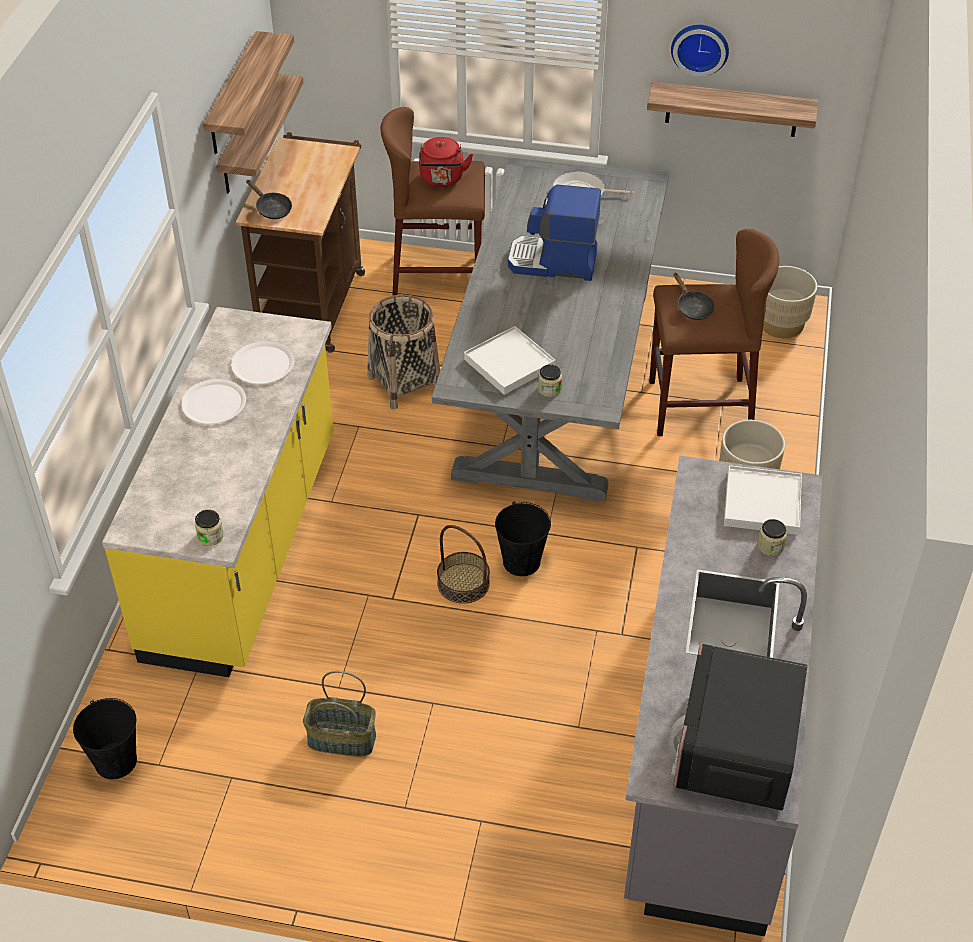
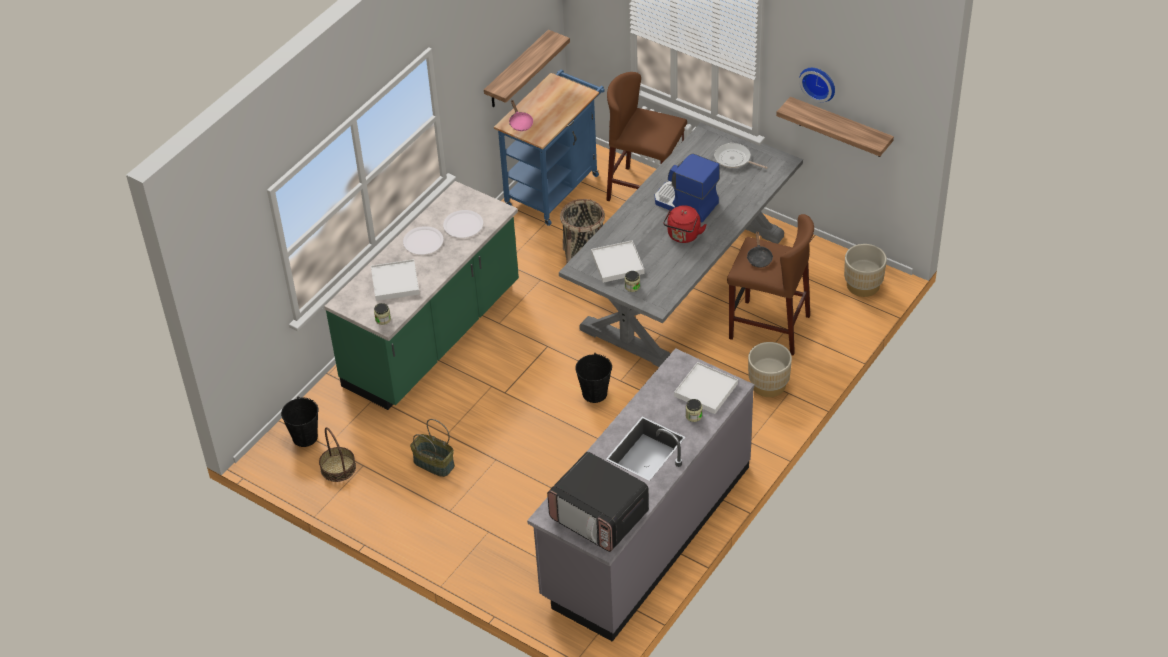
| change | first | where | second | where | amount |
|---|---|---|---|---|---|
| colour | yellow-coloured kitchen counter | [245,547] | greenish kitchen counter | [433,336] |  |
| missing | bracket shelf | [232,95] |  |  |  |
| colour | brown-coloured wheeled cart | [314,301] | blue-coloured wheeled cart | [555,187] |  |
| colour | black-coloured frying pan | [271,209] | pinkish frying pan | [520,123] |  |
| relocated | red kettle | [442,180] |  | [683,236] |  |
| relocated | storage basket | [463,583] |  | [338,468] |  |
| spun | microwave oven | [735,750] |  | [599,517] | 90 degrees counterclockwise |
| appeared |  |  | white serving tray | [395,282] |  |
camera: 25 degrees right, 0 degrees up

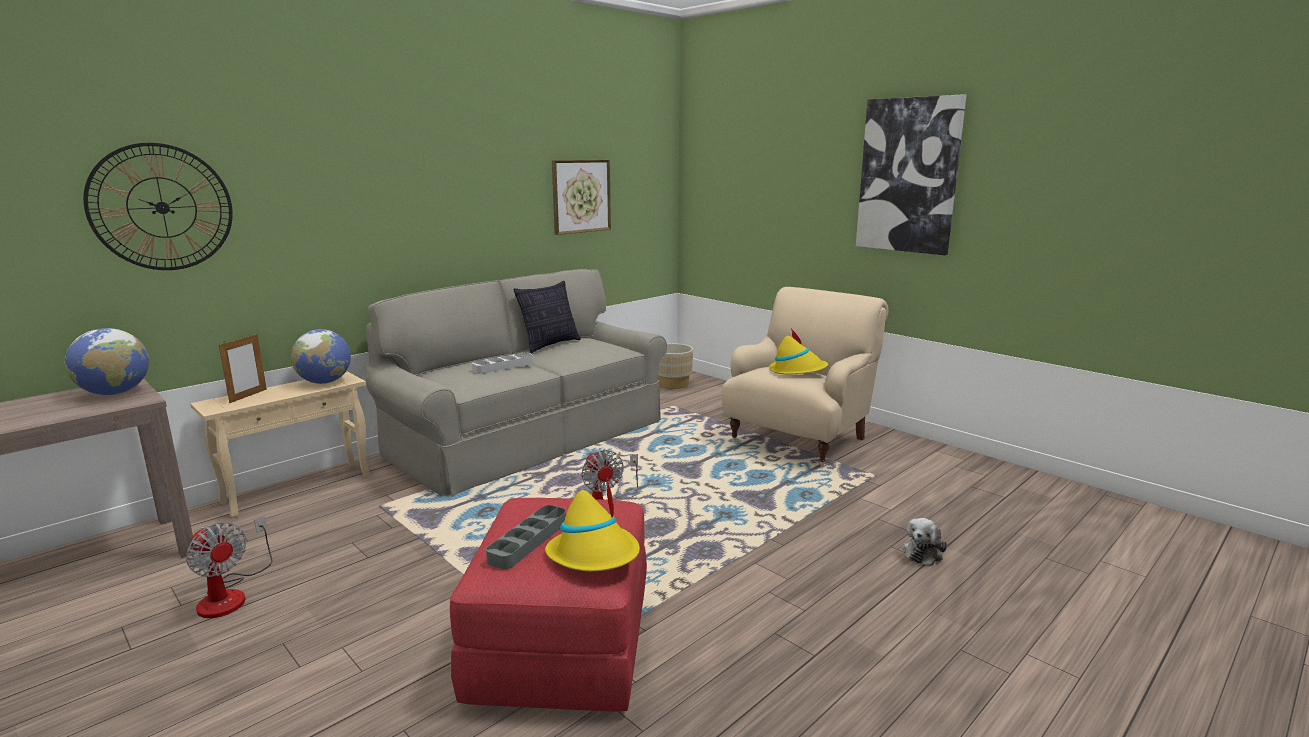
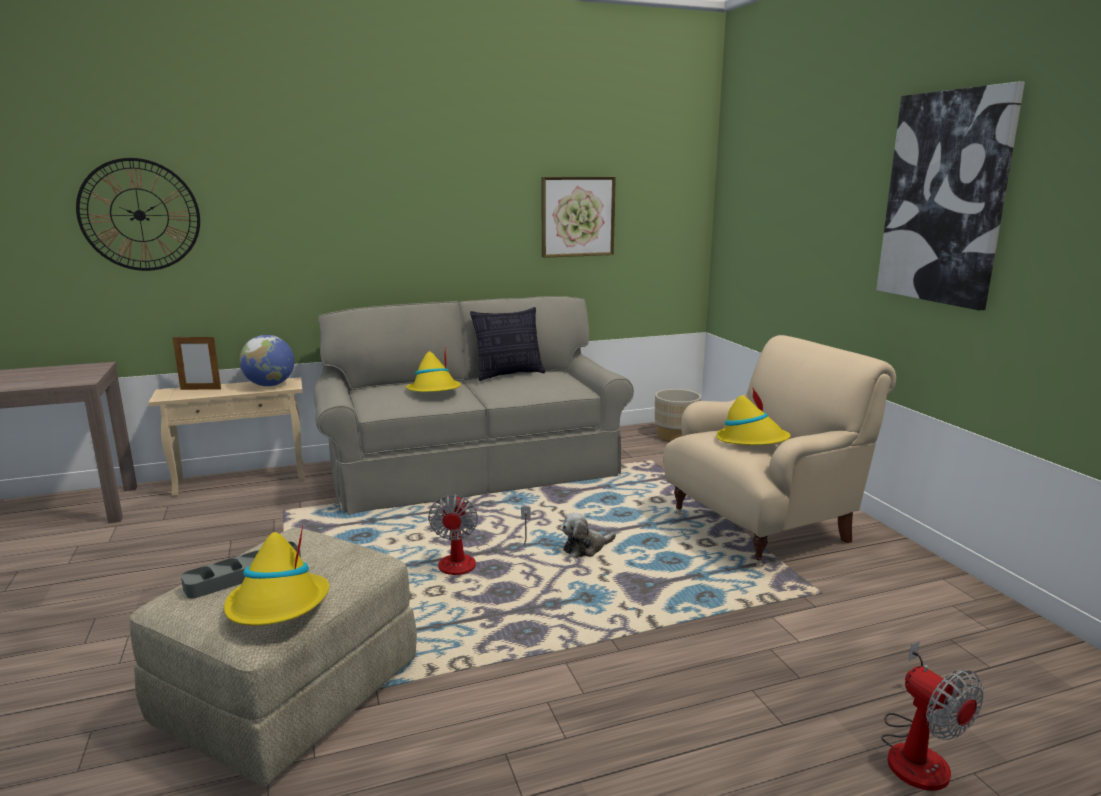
| change | first | where | second | where | amount |
|---|---|---|---|---|---|
| missing | world globe | [115,393] |  |  |  |
| relocated | fan | [230,595] |  | [917,752] |  |
| spun | standing frame | [248,396] |  | [200,389] | 45 degrees clockwise |
| colour | red pouffe | [560,645] | beige pouffe | [289,693] |  |
| exchanged | greyish serving tray | [503,366] | yellow-coloured wearable hat | [434,391] |  |
| relocated | plush toy | [923,552] |  | [585,548] |  |
camera: 25 degrees right, 0 degrees up

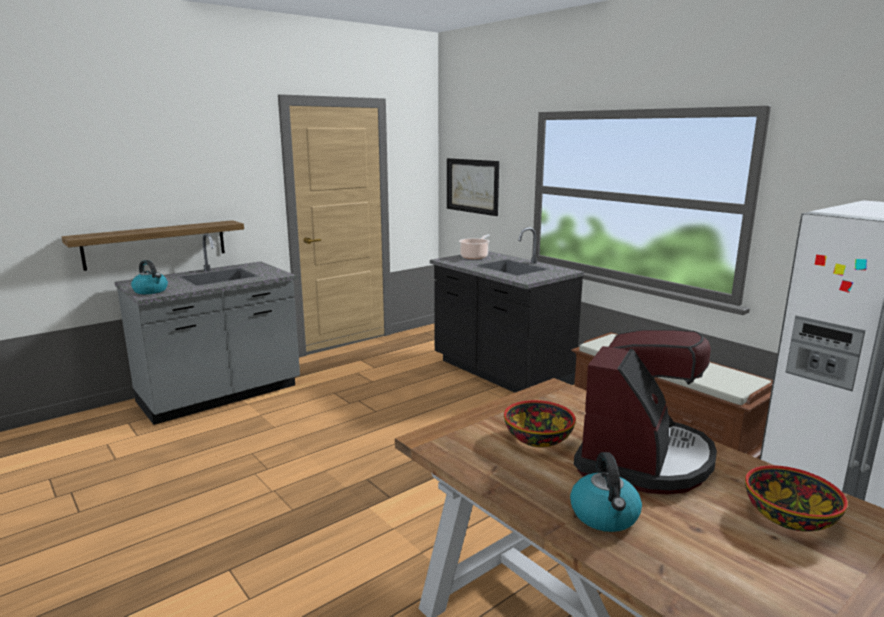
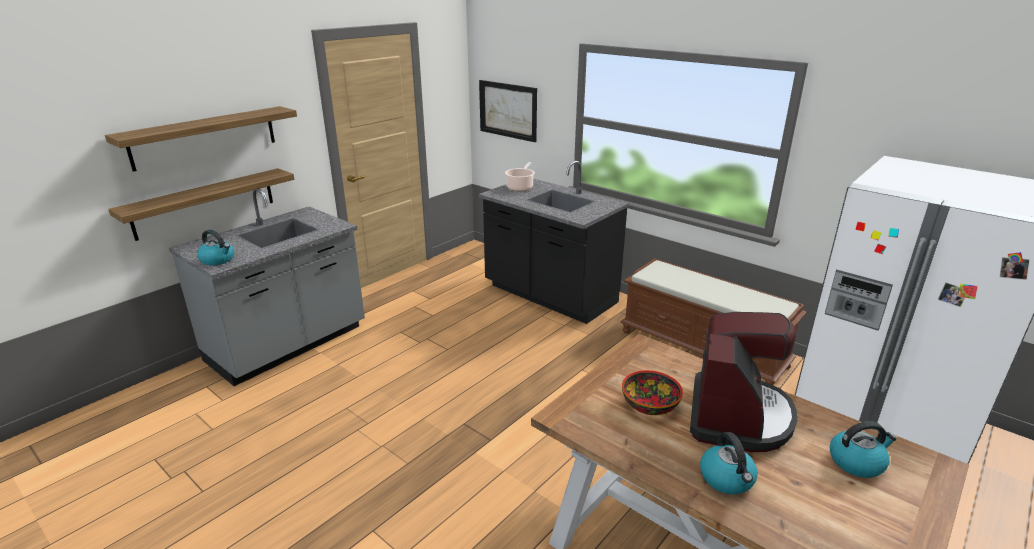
| change | first | where | second | where | amount |
|---|---|---|---|---|---|
| exchanged | bowl | [788,517] | kettle | [856,462] |  |
| appeared |  |  | bracket shelf | [204,137] |  |
camera: 10 degrees left, 10 degrees up

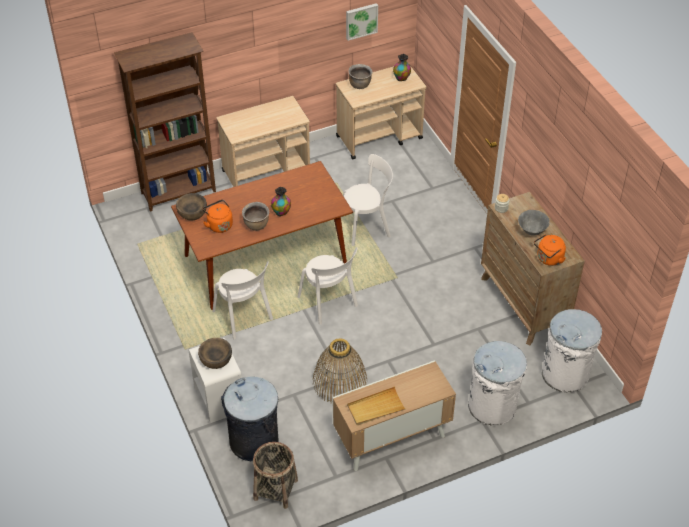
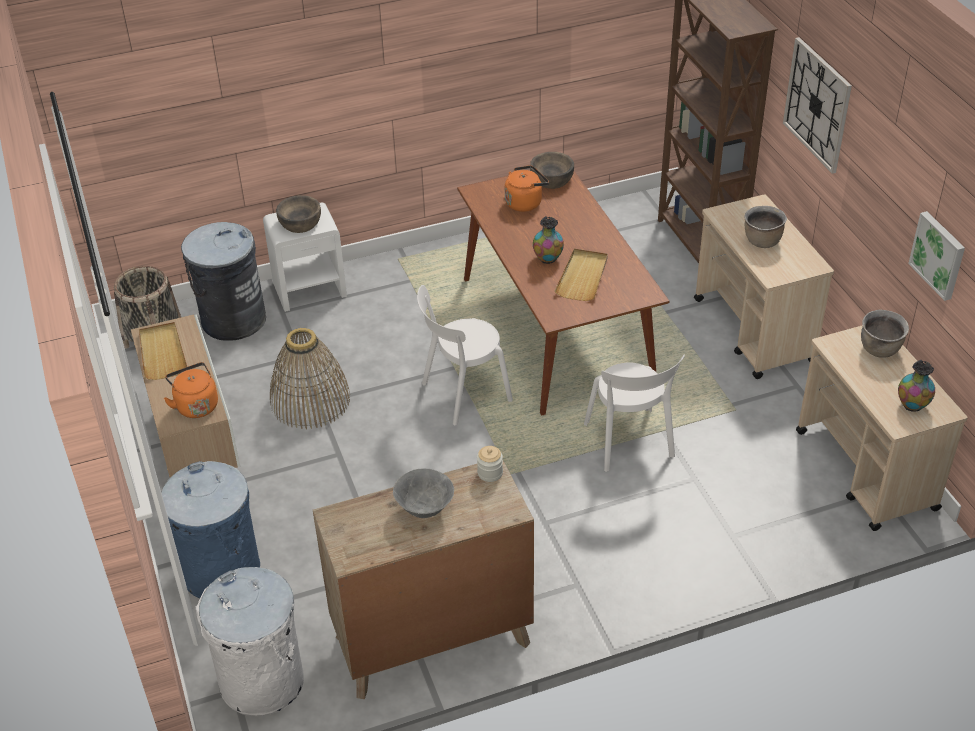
| change | first | where | second | where | amount |
|---|---|---|---|---|---|
| missing | white upright chair | [244,317] |  |  |  |
| relocated | brown-coloured stockpot | [256,225] |  | [762,241] |  |
| colour | white waste bin | [492,406] | blue-coloured waste bin | [221,572] |  |
| relocated | orange-coloured kettle | [548,259] |  | [195,405] |  |
| appeared |  |  | beige serving tray | [582,277] |  |
| appeared |  |  | wall clock | [817,104] |  |
camera: 95 degrees right, 5 degrees down

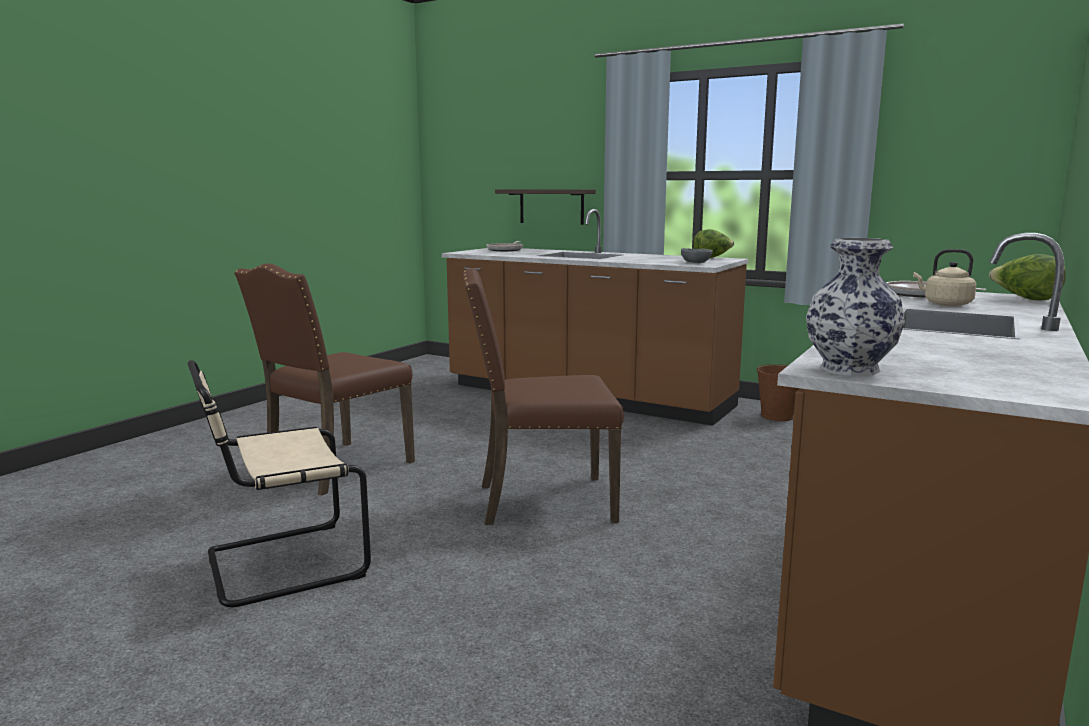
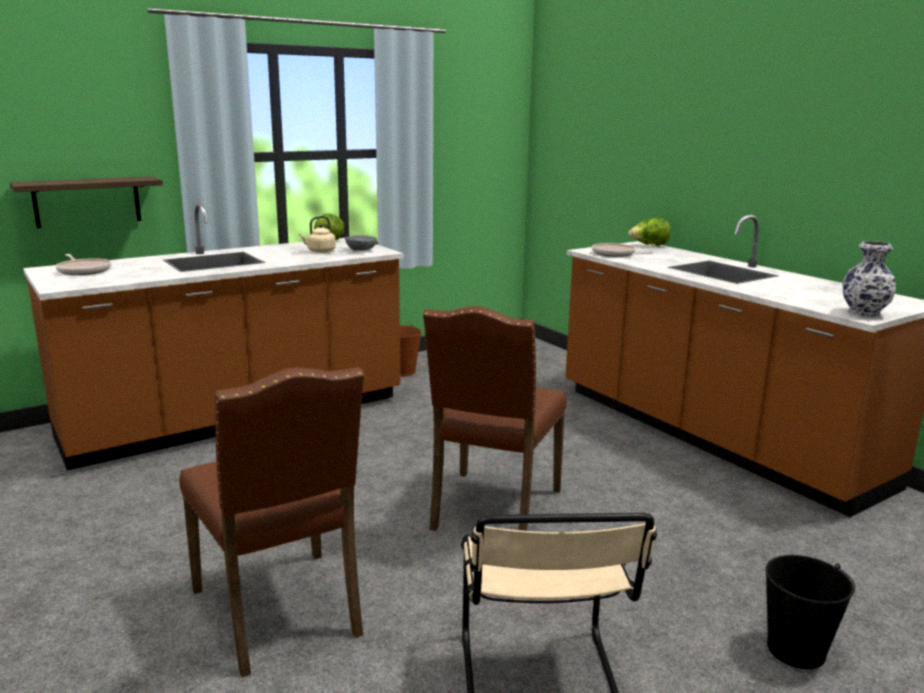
| change | first | where | second | where | amount |
|---|---|---|---|---|---|
| relocated | beige kettle | [945,304] |  | [319,251] |  |
| appeared |  |  | black-coloured water bucket | [795,649] |  |
camera: 65 degrees left, 5 degrees up

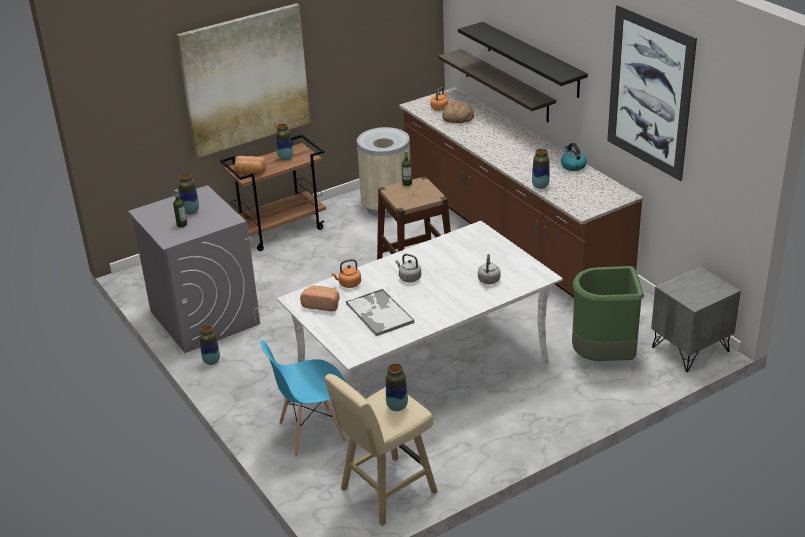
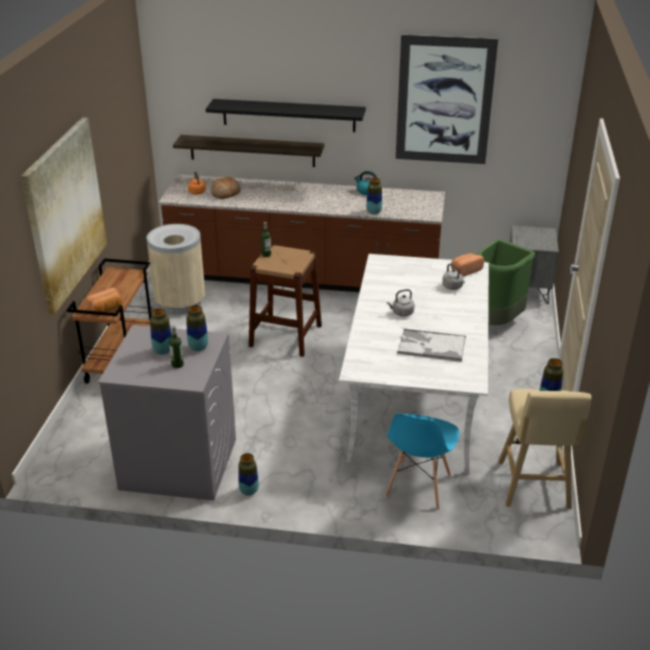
| change | first | where | second | where | amount |
|---|---|---|---|---|---|
| relocated | decorative vase | [285,158] |  | [198,347] |  |
| relocated | baked bread | [322,305] |  | [465,271] |  |
| missing | orange-coloured kettle | [348,284] |  |  |  |
camera: 50 degrees left, 0 degrees up

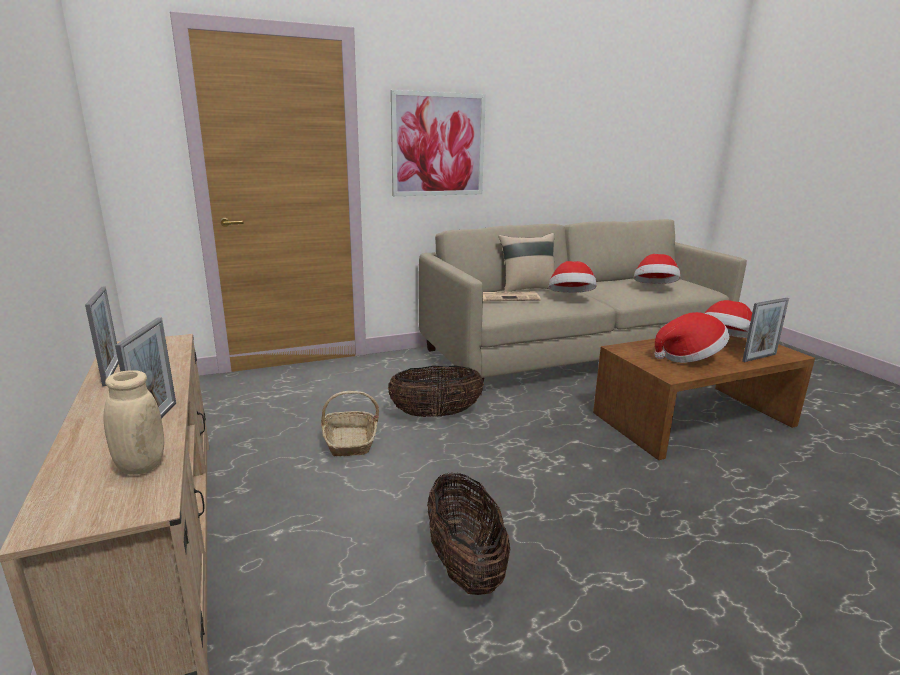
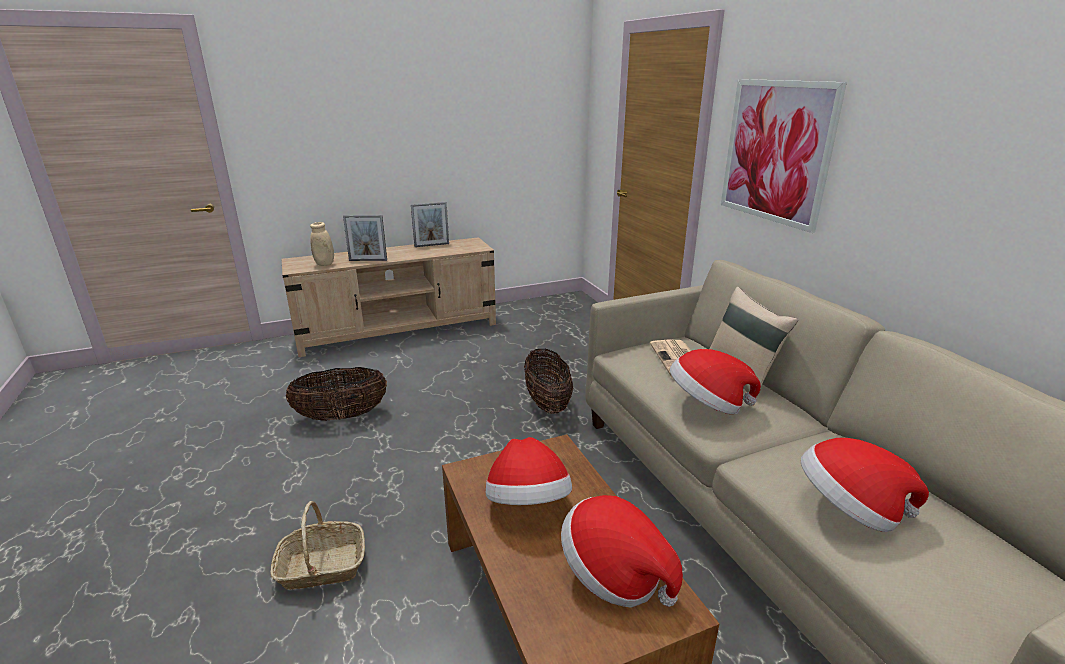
| change | first | where | second | where | amount |
|---|---|---|---|---|---|
| relocated | storage basket | [350,441] |  | [321,567] |  |
| missing | standing frame | [759,357] |  |  |  |
camera: 90 degrees right, 5 degrees up

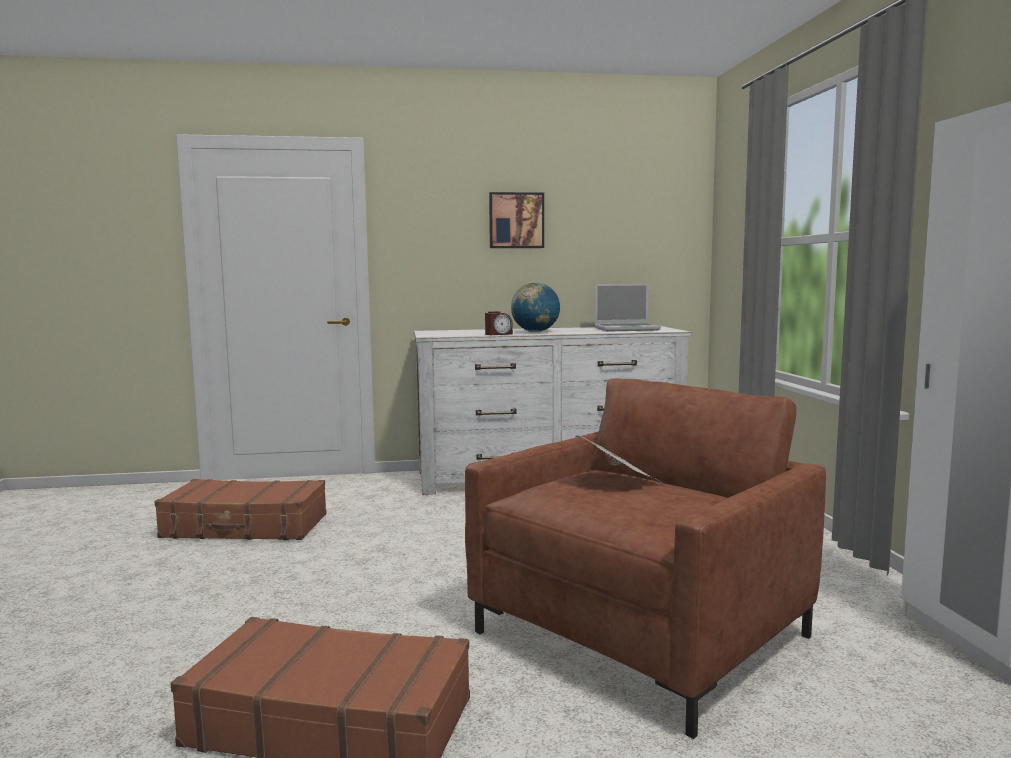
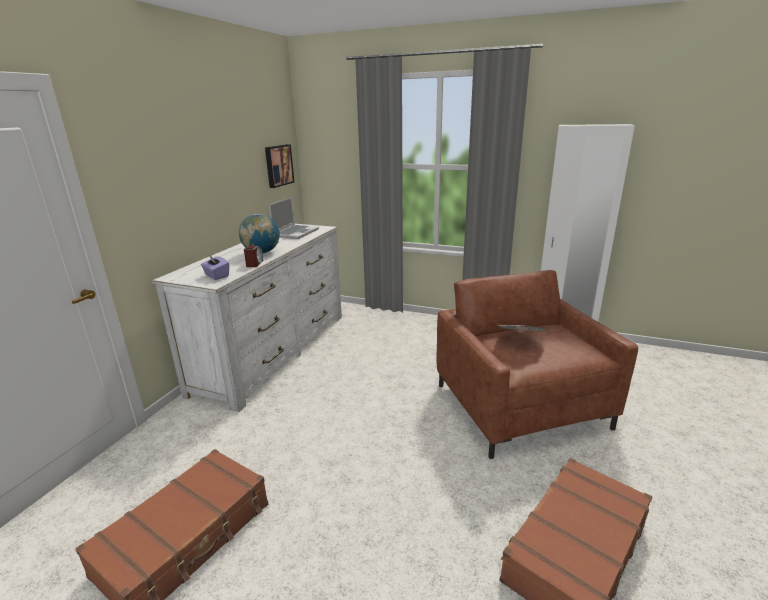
| change | first | where | second | where | amount |
|---|---|---|---|---|---|
| relocated | wall picture | [516,220] |  | [278,165] |  |
| appeared |  |  | purple box of tissues | [216,276] |  |
camera: 60 degrees left, 15 degrees up

